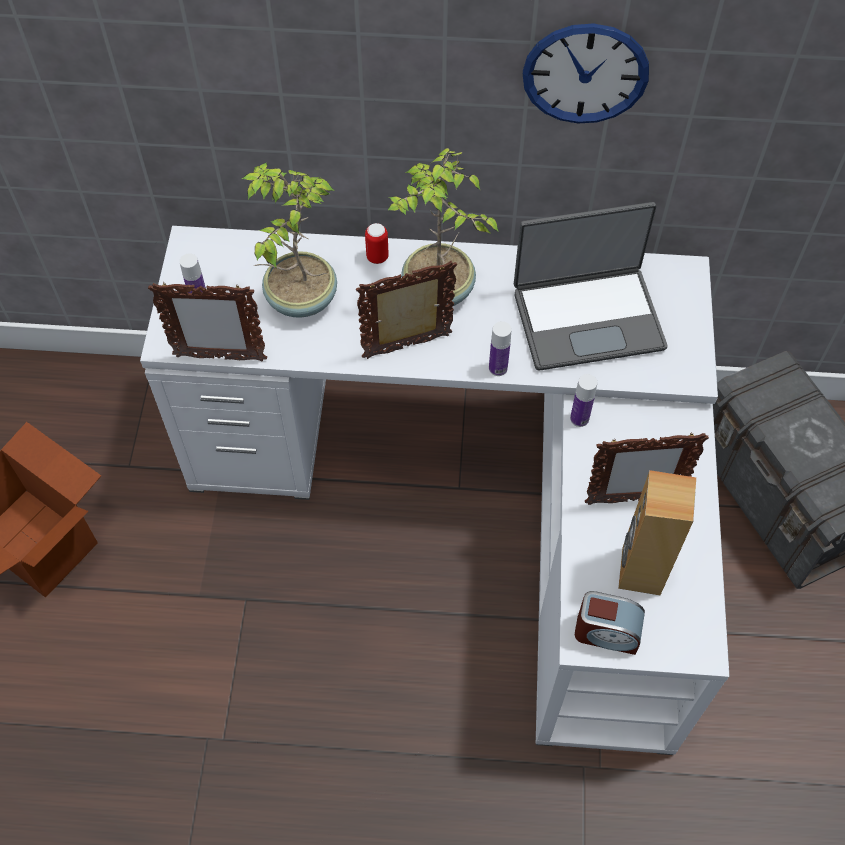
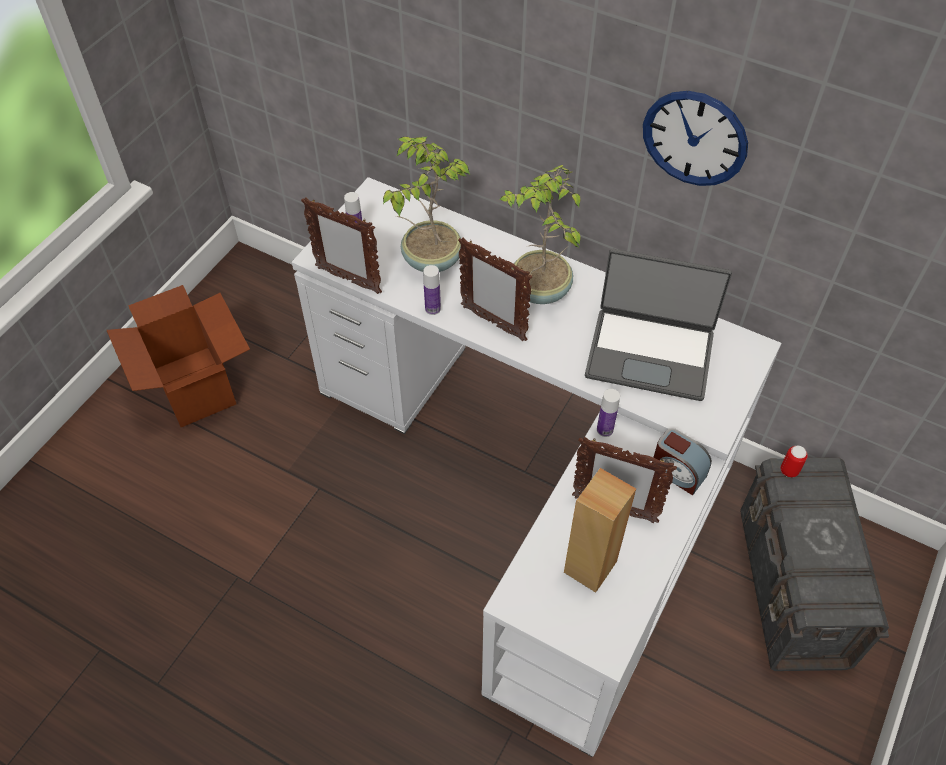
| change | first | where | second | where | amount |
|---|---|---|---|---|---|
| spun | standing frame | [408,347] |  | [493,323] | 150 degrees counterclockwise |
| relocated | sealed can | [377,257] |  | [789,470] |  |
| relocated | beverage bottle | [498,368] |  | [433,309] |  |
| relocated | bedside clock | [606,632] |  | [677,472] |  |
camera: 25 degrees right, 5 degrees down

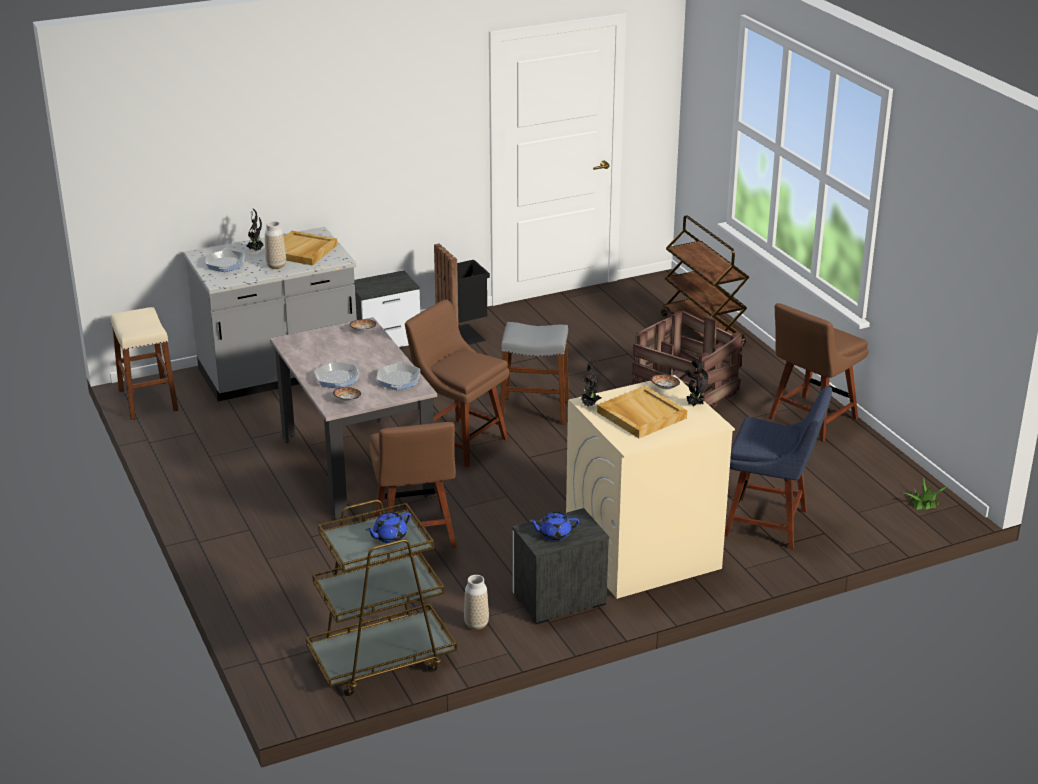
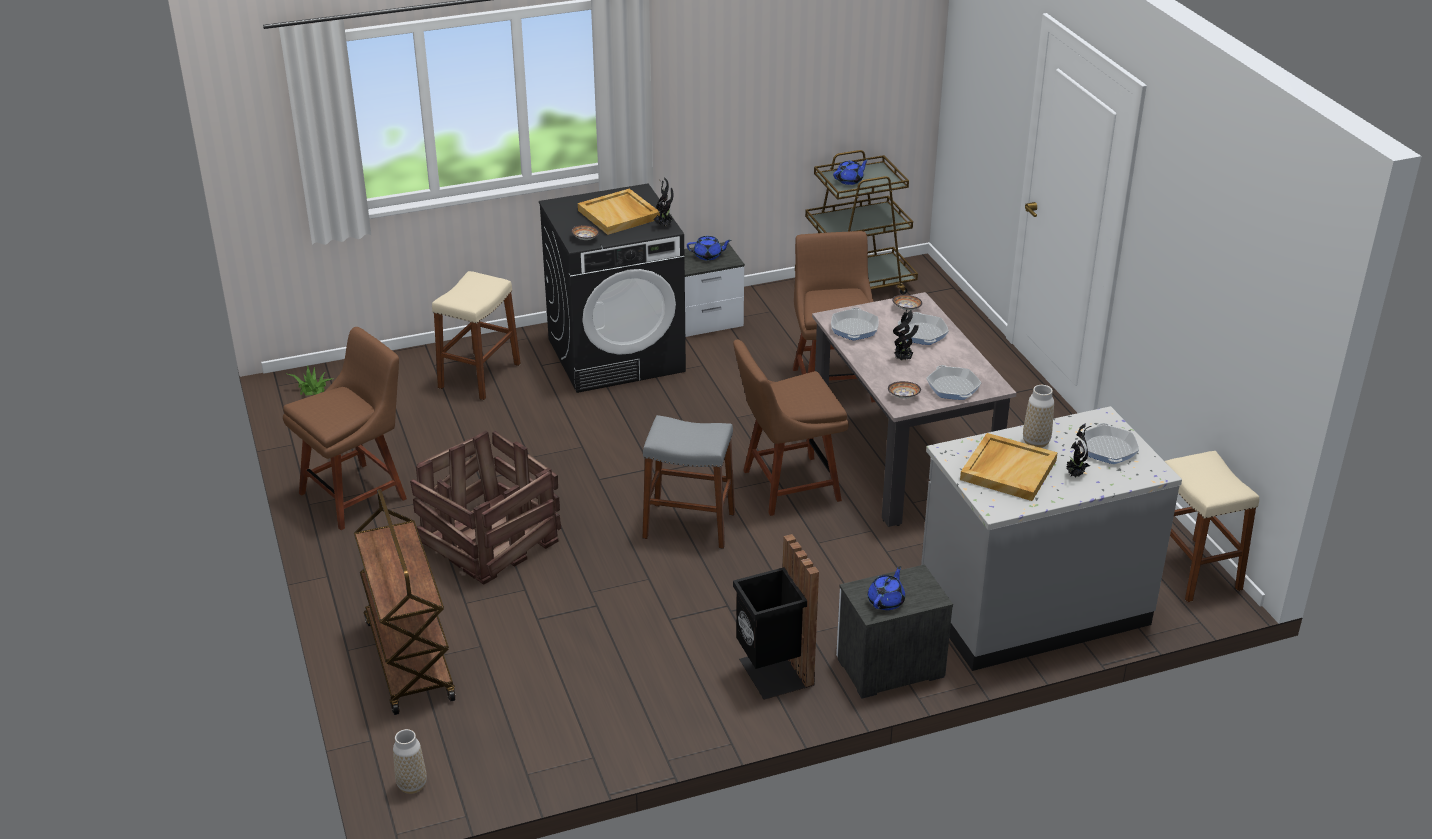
| change | first | where | second | where | amount |
|---|---|---|---|---|---|
| spun | brown-coloured upright chair | [458,441] |  | [786,486] | 120 degrees clockwise |
| relocated | decorative vase | [476,624] |  | [412,785] |  |
| colour | beige washing machine | [642,553] | black-coloured washing machine | [617,355] |  |
| relocated | plant in a pot | [694,405] |  | [903,359] |  |
| exchanged | blue-coloured upright chair | [771,524] | beige stool | [479,376] |  |
| appeared |  |  | blue-coloured teapot | [886,601] |  |
| appeared |  |  | frying pan | [953,387] |  |
camera: 175 degrees left, 5 degrees up

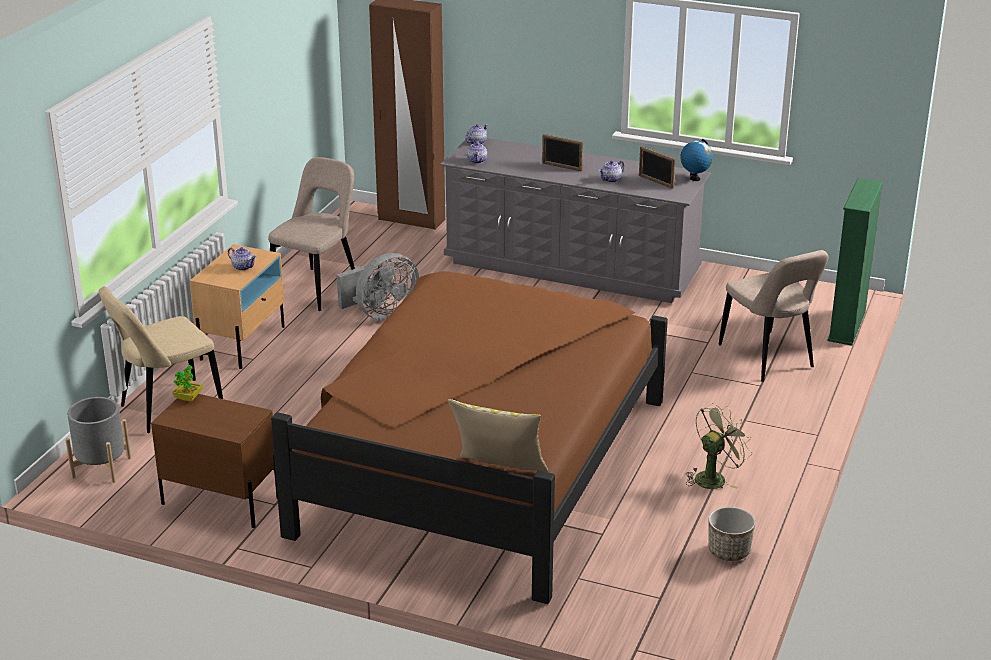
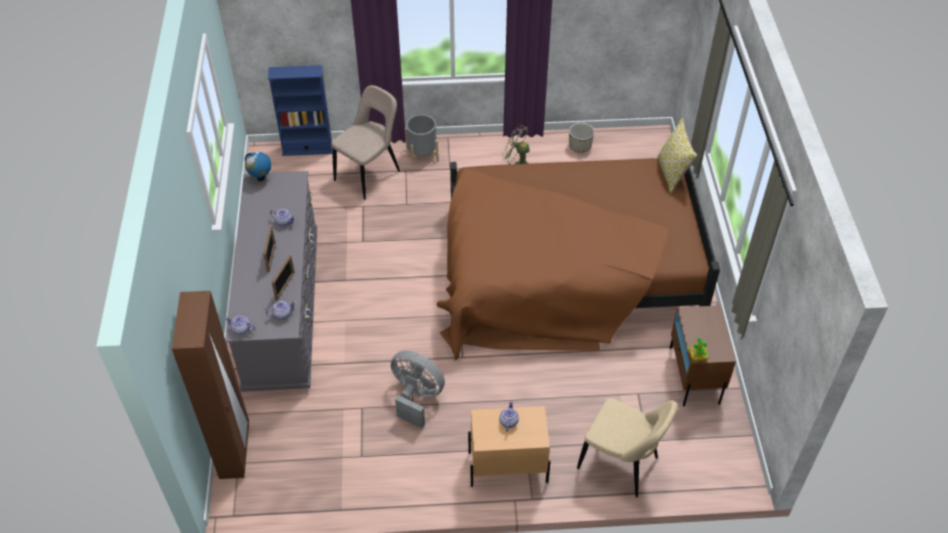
| change | first | where | second | where | amount |
|---|---|---|---|---|---|
| relocated | greyish flower pot | [101,467] |  | [422,154] |  |
| missing | beige upright chair | [318,288] |  |  |  |
| relocated | standing frame | [655,182] |  | [285,286] |  |
| colour | greenish shelving unit | [847,326] | blue-coloured shelving unit | [307,149] |  |
camera: 115 degrees left, 20 degrees up

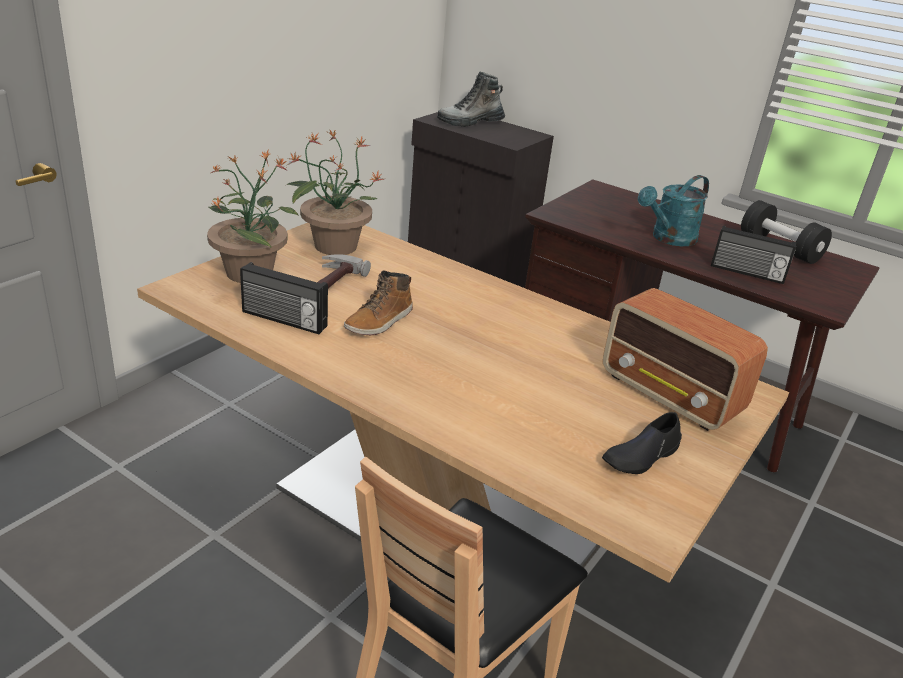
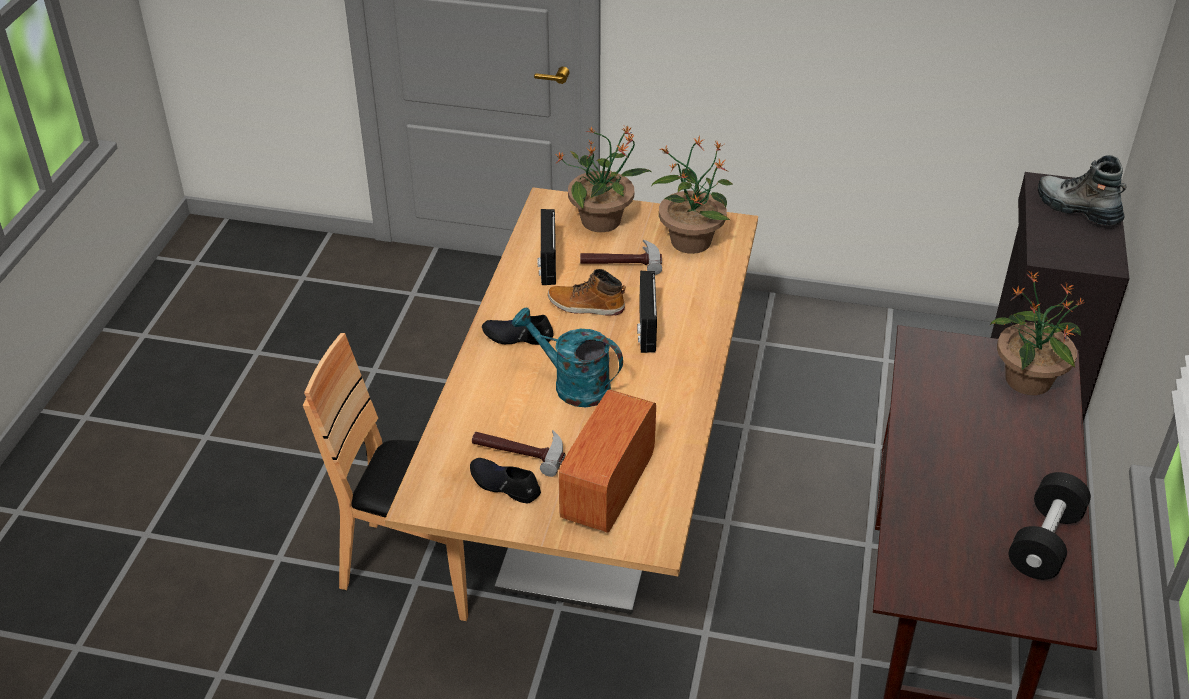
| change | first | where | second | where | amount |
|---|---|---|---|---|---|
| relocated | blue-green watering can | [668,239] |  | [572,385] |  |
| relocated | radio set | [747,273] |  | [645,327] |  |
| appeared |  |  | hammer | [520,451] |  |
| appeared |  |  | black-coloured shoe | [517,336] |  |
| appeared |  |  | plant in a pot | [1027,381] |  |
camera: 70 degrees right, 10 degrees up

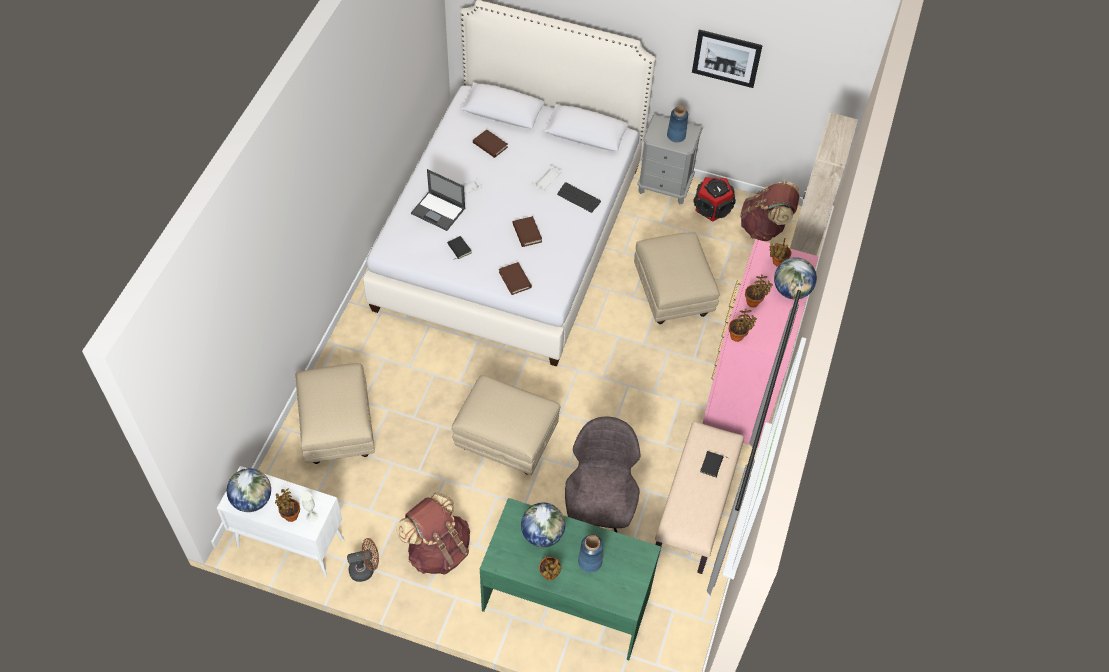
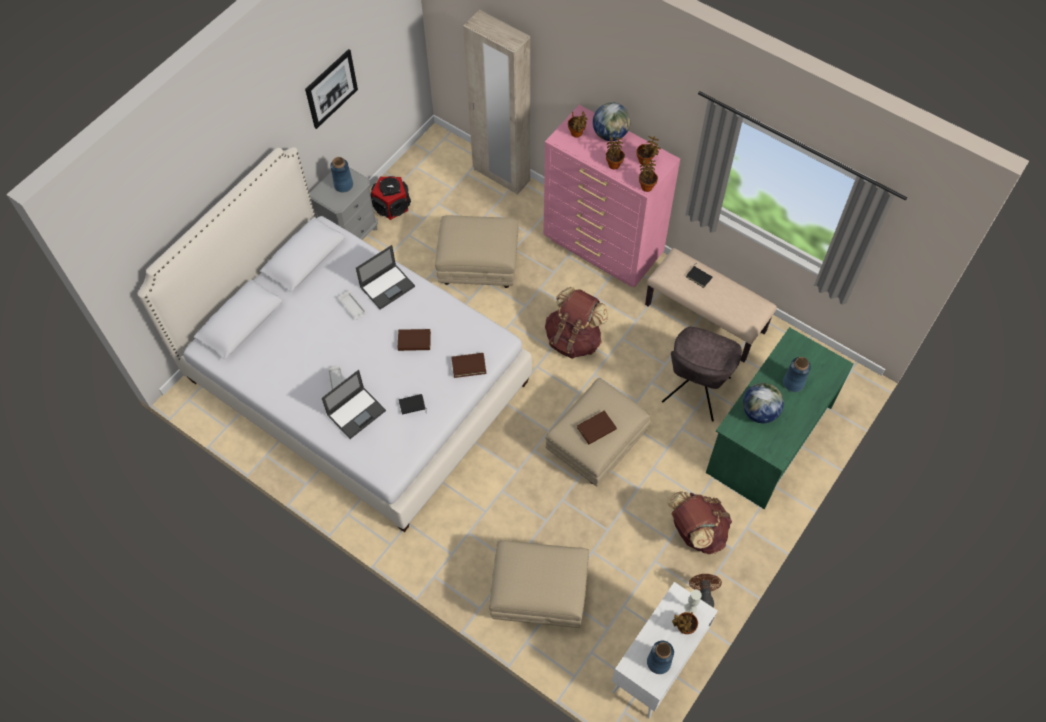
| change | first | where | second | where | amount |
|---|---|---|---|---|---|
| exchanged | world globe | [252,500] | blue-coloured decorative vase | [658,662] |  |
| relocated | brown-coloured volume | [490,145] |  | [596,428] |  |
| relocated | plant in a pot | [549,576] |  | [646,161] |  |
| exchanged | keyboard | [578,198] | laptop | [387,286] |  |
| spun | greyish upright chair | [598,517] |  | [695,392] | 90 degrees counterclockwise |
| relocated | brown-coloured backpack | [765,228] |  | [574,339] |  |
camera: 70 degrees left, 5 degrees up

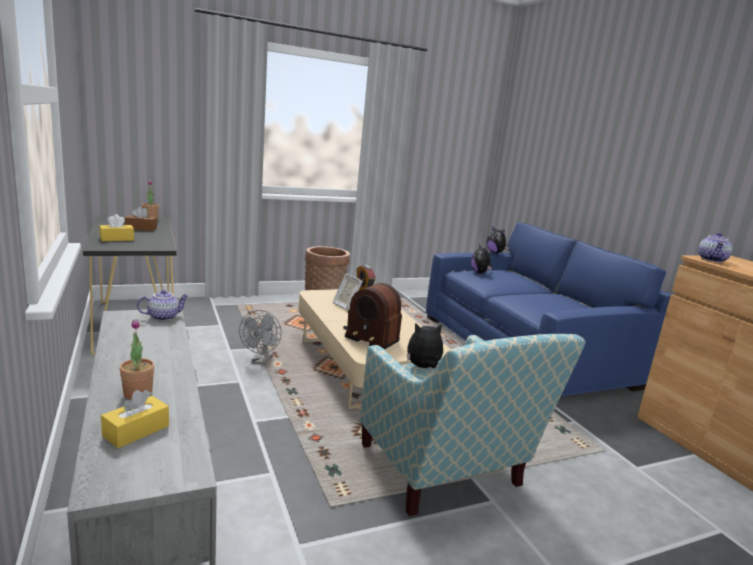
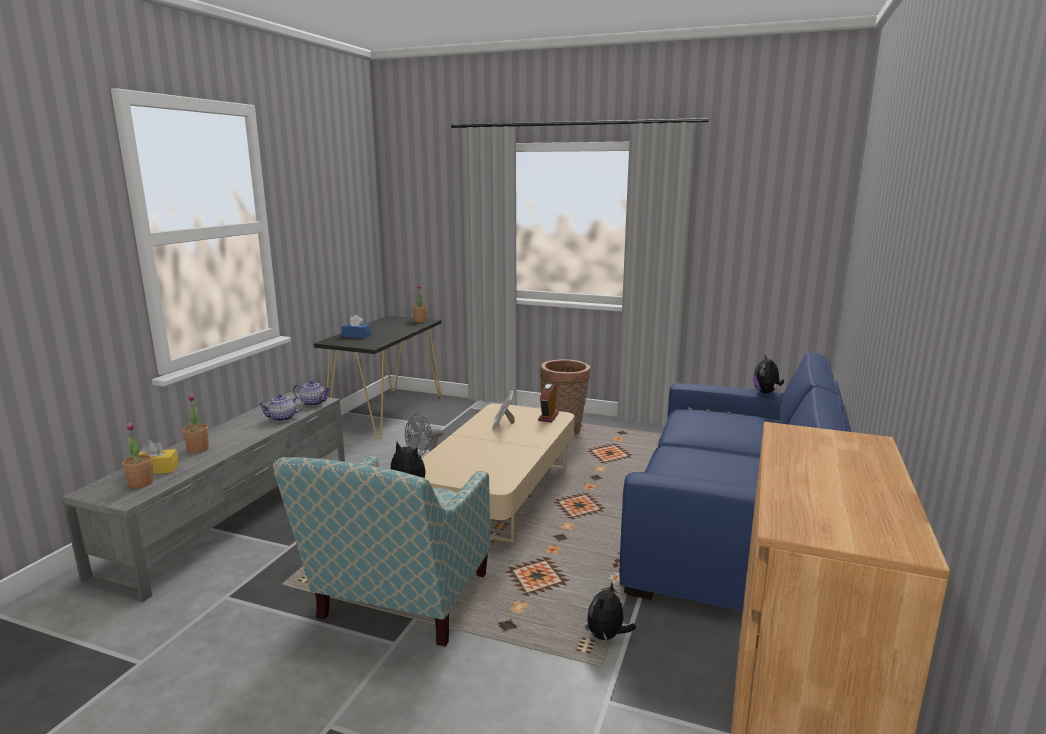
| change | first | where | second | where | amount |
|---|---|---|---|---|---|
| colour | yellow-coloured box of tissues | [117,239] | blue-coloured box of tissues | [356,336] |  |
| missing | brown-coloured box of tissues | [141,228] |  |  |  |
| missing | radio set | [371,334] |  |  |  |
| relocated | plush toy | [480,273] |  | [607,636] |  |
| relocated | teapot | [712,260] |  | [282,418] |  |
| appeared |  |  | plant in a pot | [141,483] |  |
camera: 45 degrees right, 0 degrees up

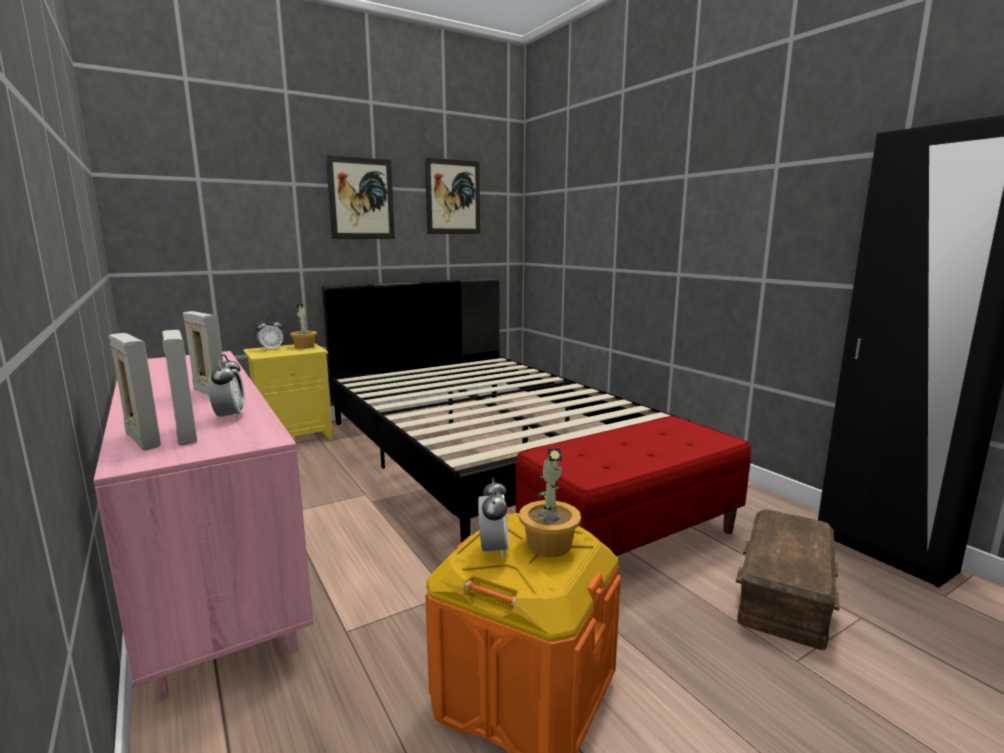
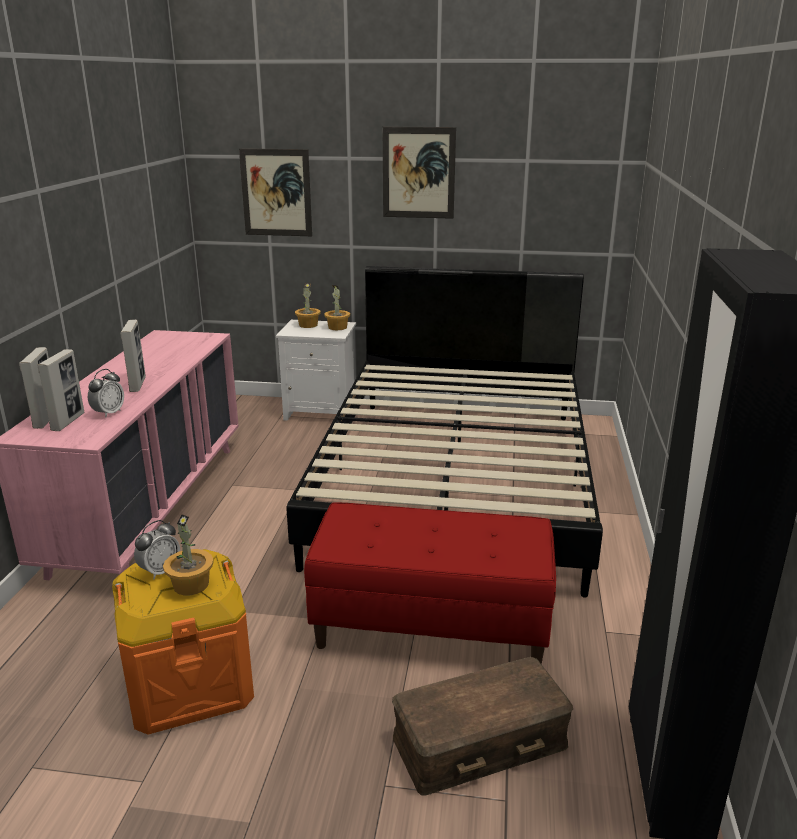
| change | first | where | second | where | amount |
|---|---|---|---|---|---|
| colour | yellow-coloured night table | [294,437] | white night table | [322,412] |  |
| exchanged | bedside clock | [271,349] | plant in a pot | [308,325] |  |
| relocated | wall picture | [453,197] |  | [276,192] |  |
camera: 40 degrees right, 10 degrees up

